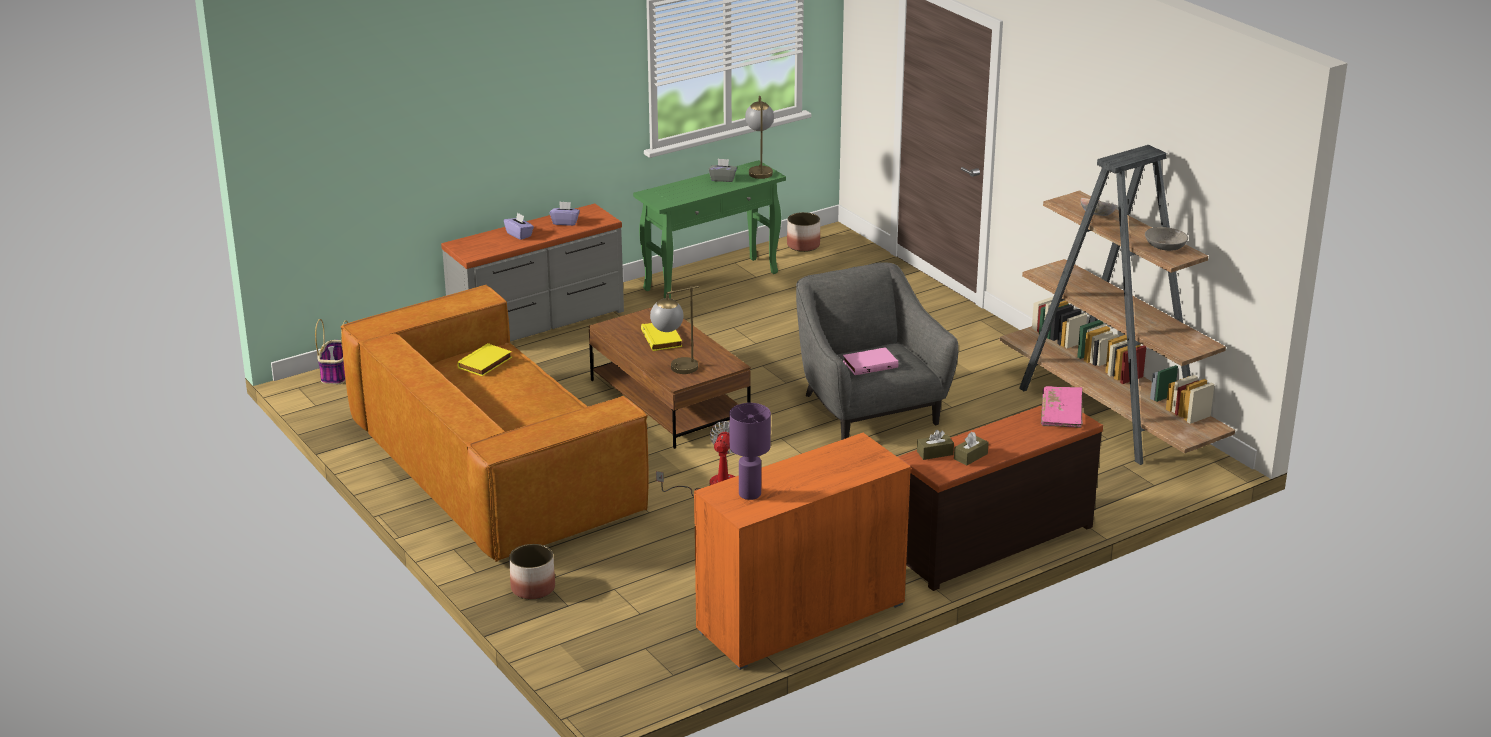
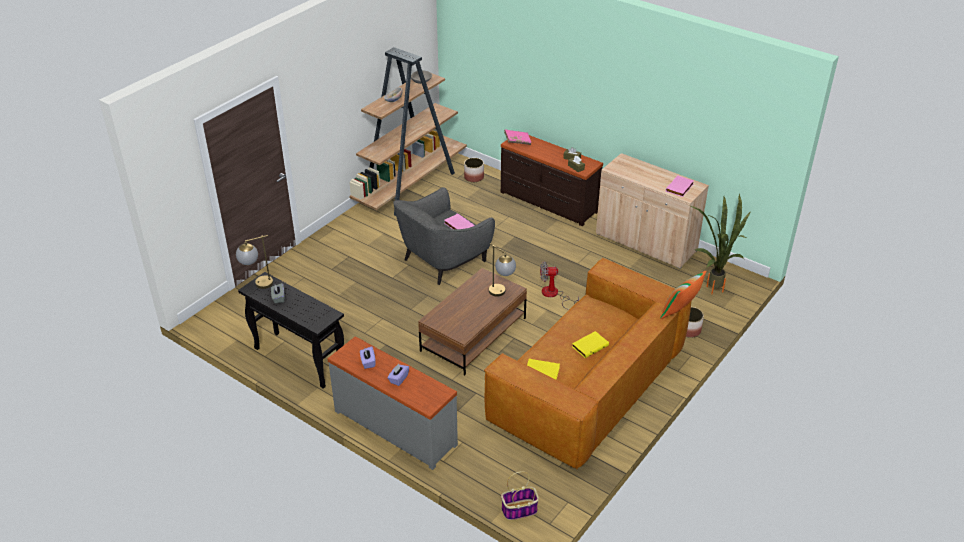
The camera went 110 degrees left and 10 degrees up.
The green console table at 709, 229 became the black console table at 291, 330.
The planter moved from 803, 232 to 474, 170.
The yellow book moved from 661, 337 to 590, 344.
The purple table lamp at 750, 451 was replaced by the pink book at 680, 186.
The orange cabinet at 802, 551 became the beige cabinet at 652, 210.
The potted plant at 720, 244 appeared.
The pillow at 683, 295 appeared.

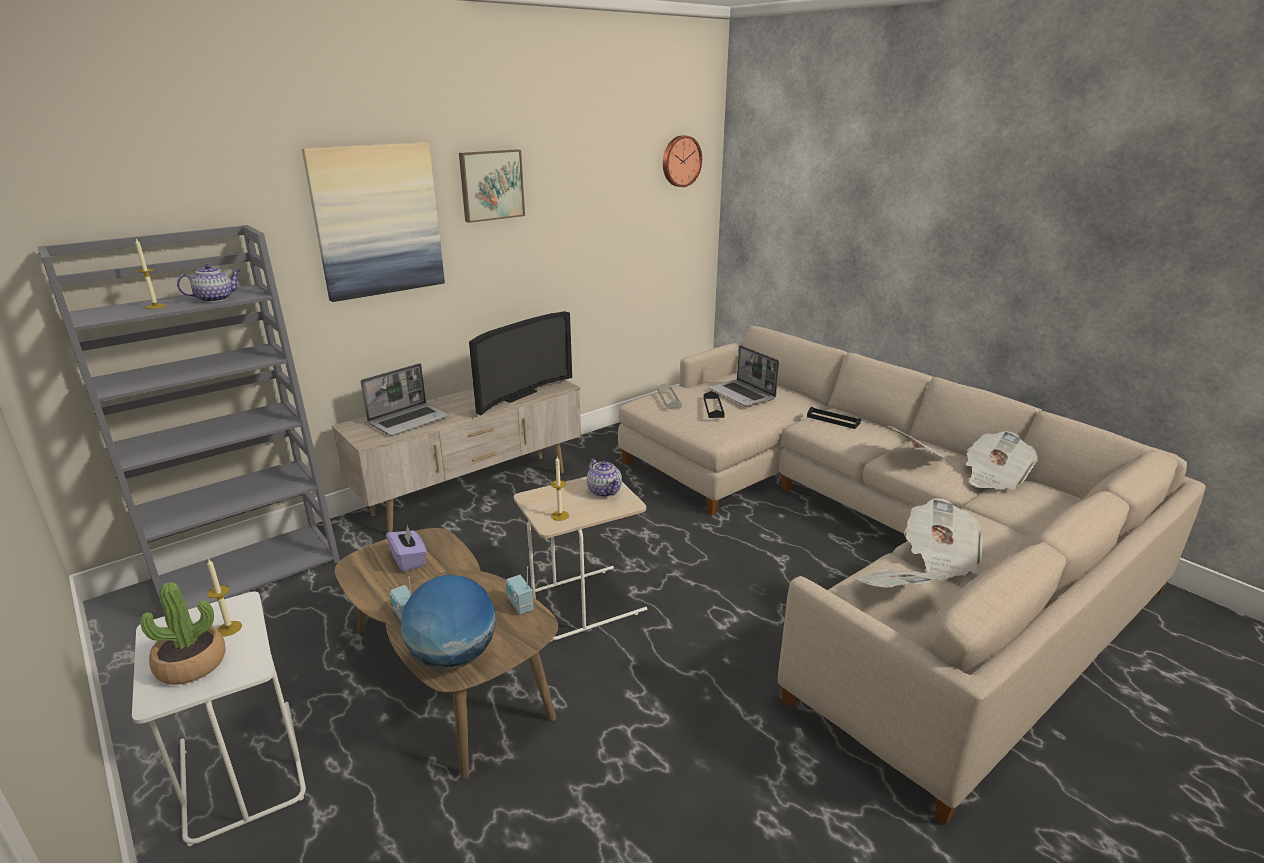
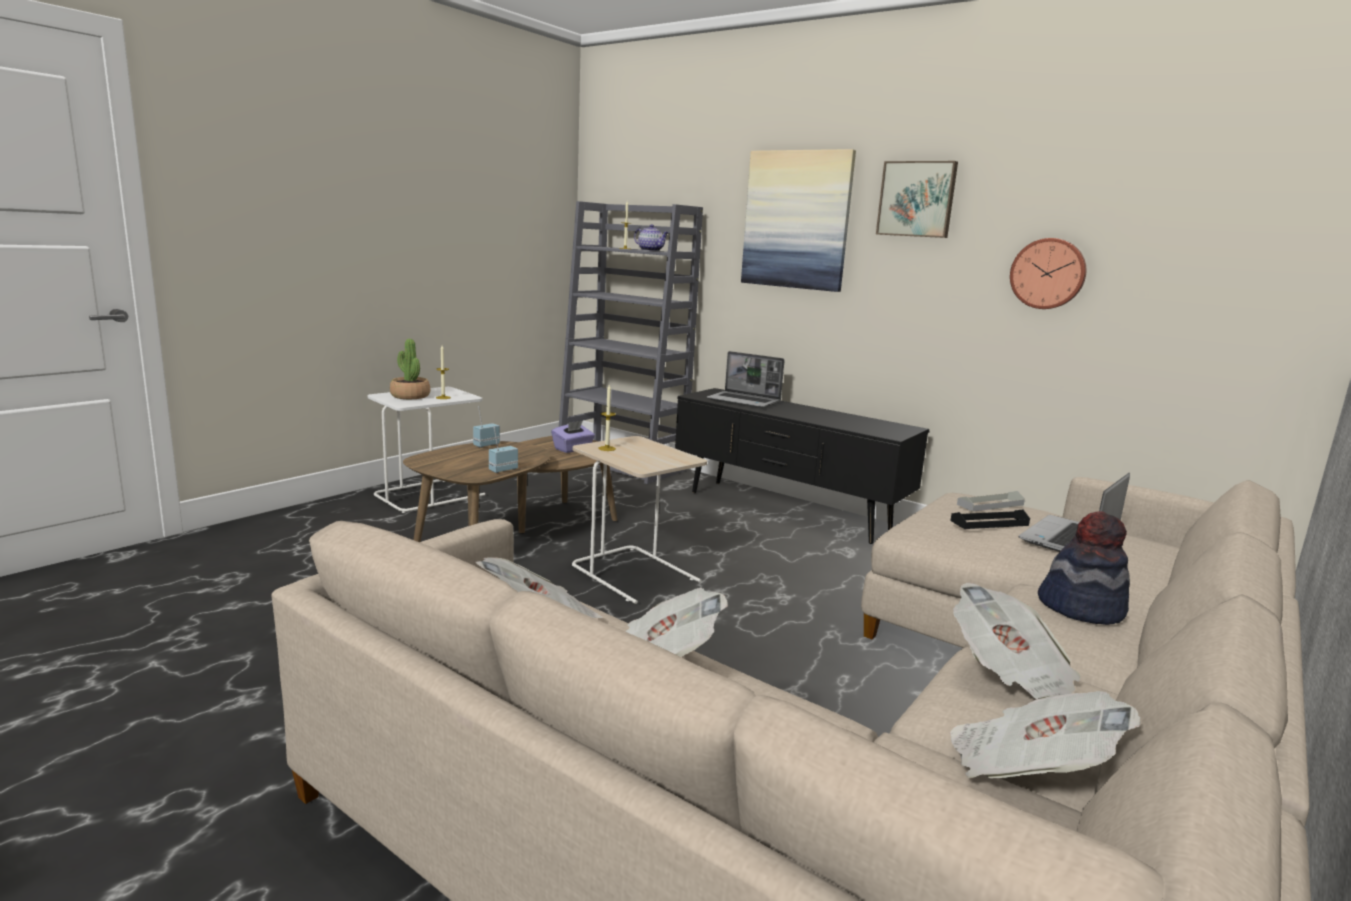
The camera went 75 degrees right and 10 degrees down.
The wall clock moved from 682, 161 to 1048, 273.
The television at 520, 363 disappeared.
The beige tv stand at 456, 456 became the black tv stand at 802, 466.
The black tray at 834, 418 was replaced by the hat at 1084, 568.
The teapot at 604, 478 disappeared.
The globe at 448, 622 disappeared.

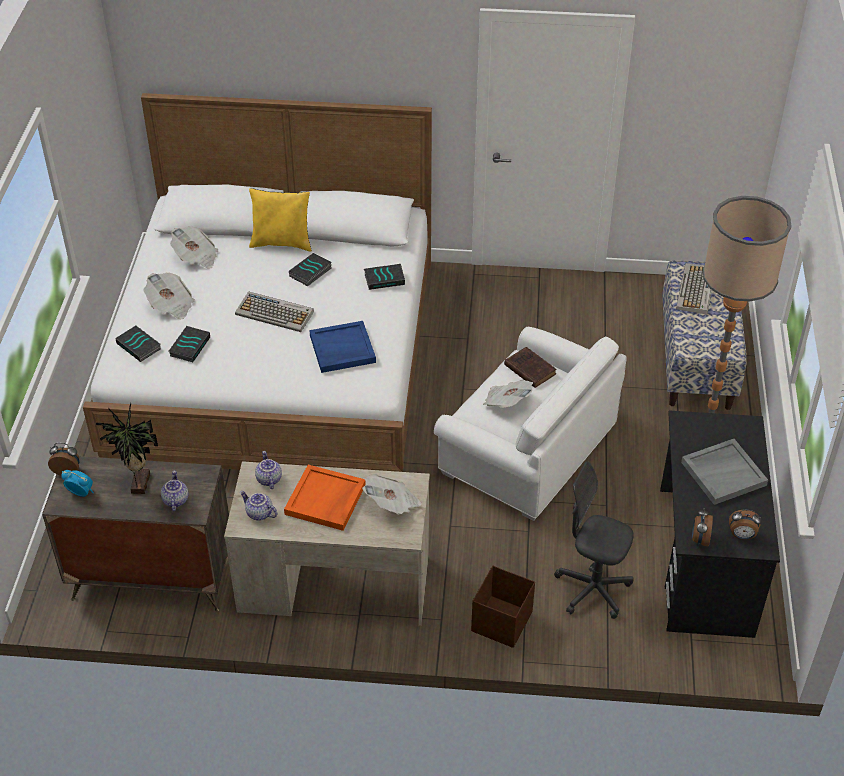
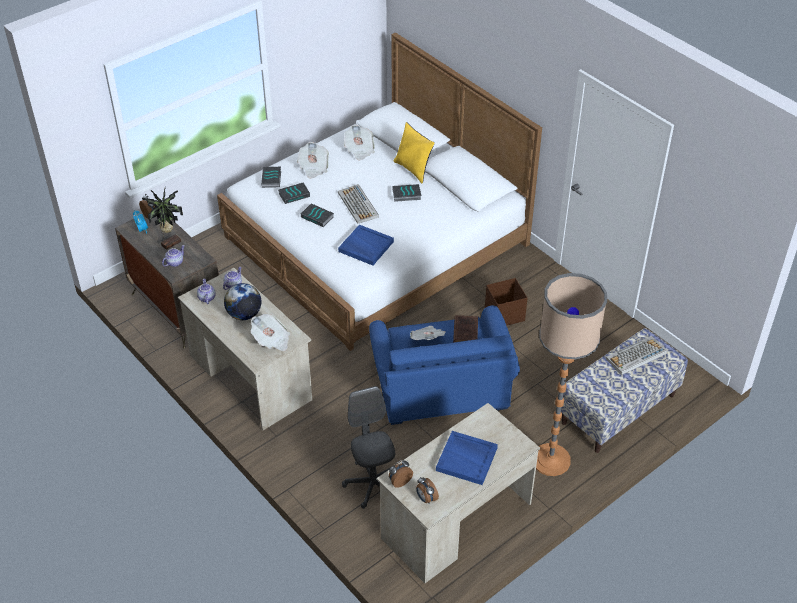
The camera went 45 degrees right and 0 degrees up.
The book moved from 384, 277 to 317, 215.
The white armchair at 530, 423 became the blue armchair at 444, 365.
The black desk at 720, 524 became the beige desk at 458, 493.
The grey tray at 724, 472 became the blue tray at 467, 458.
The orange tray at 325, 498 was replaced by the globe at 242, 301.
The brown storage box moved from 503, 607 to 506, 302.

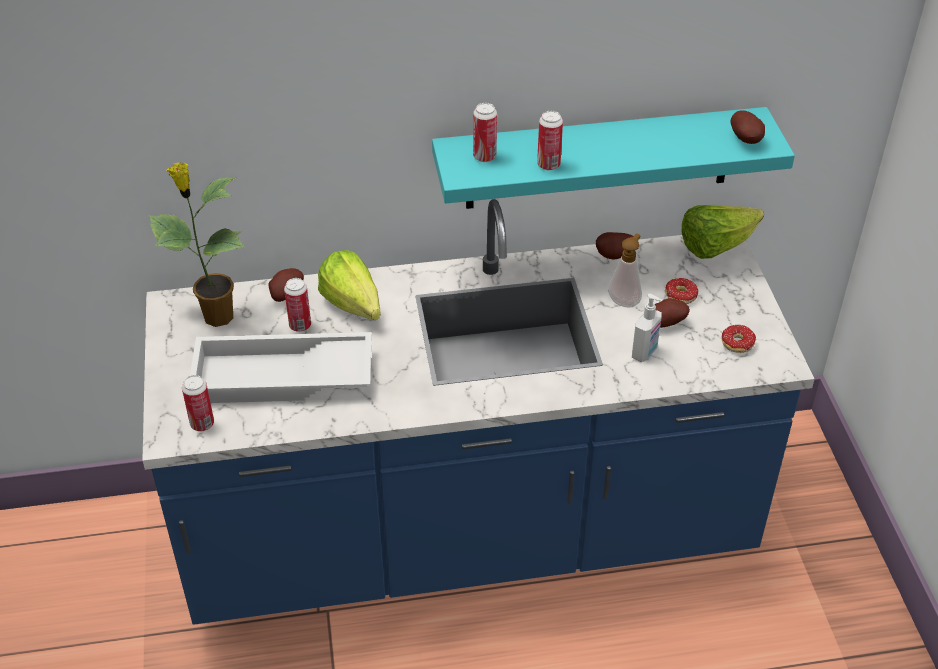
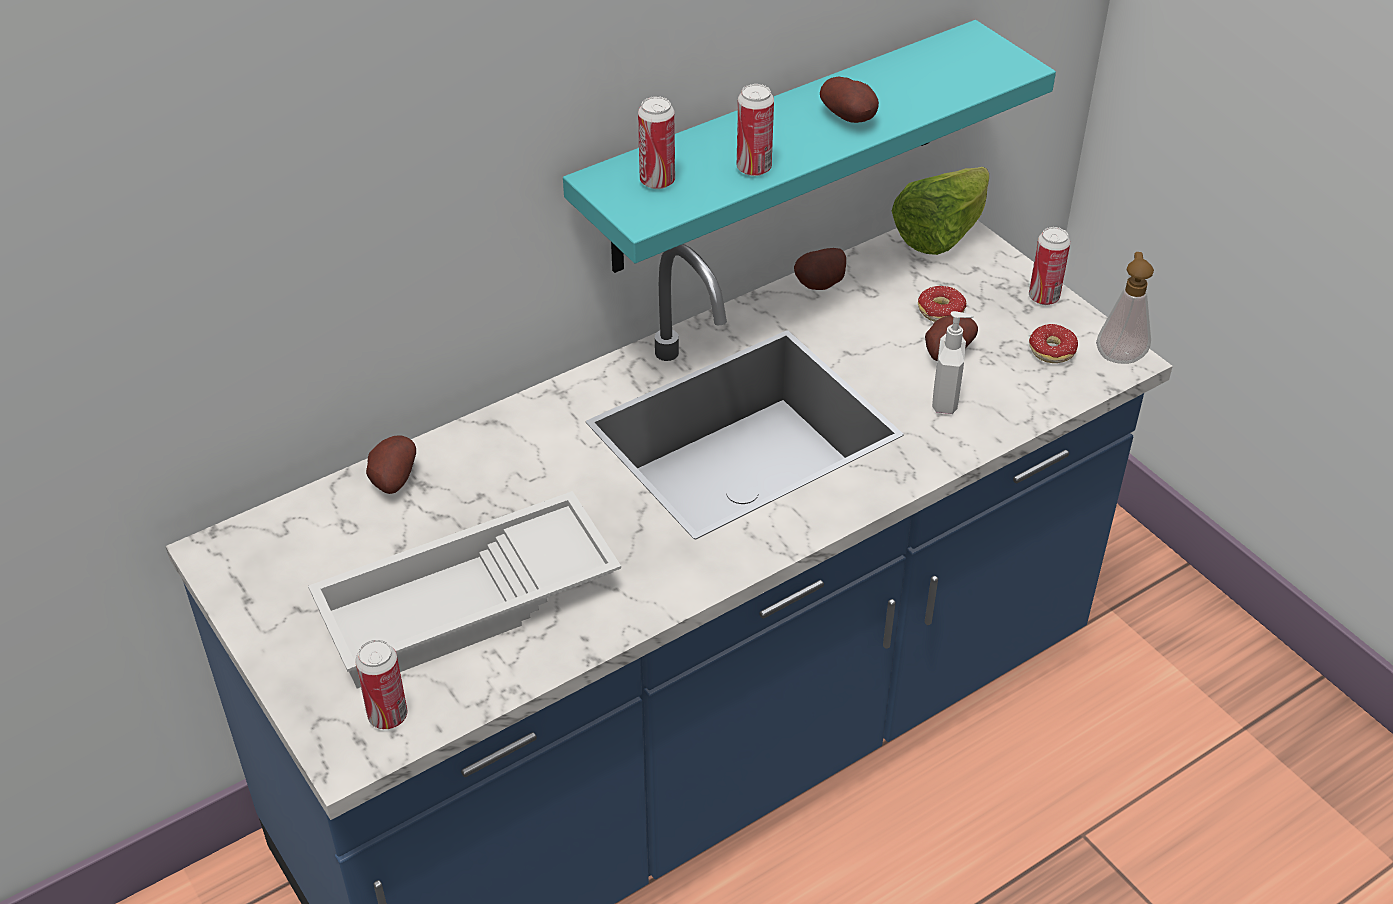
The camera went 25 degrees left and 0 degrees up.
The potato moved from 748, 127 to 849, 100.
The potted plant at 197, 244 disappeared.
The soap dispenser moved from 625, 270 to 1125, 308.
The lettuce at 349, 285 disappeared.
The can moved from 297, 305 to 1049, 266.

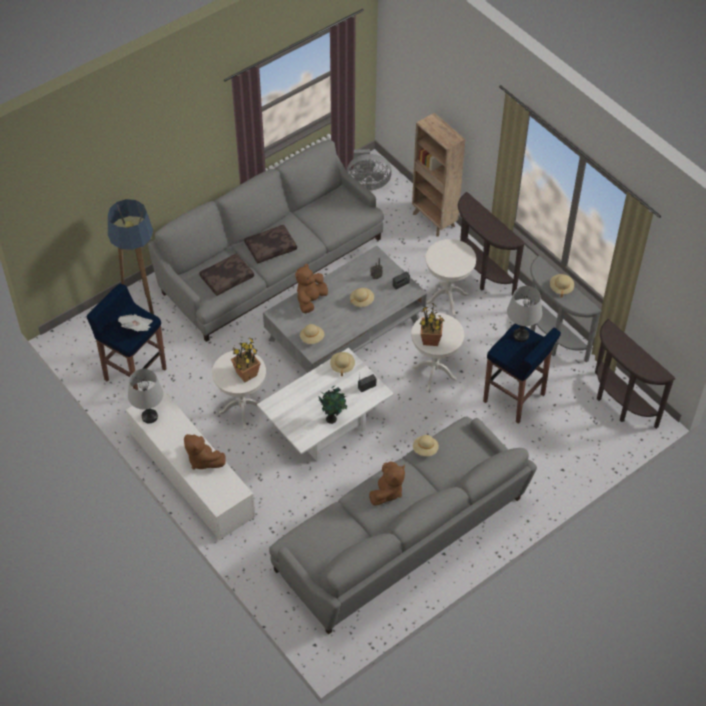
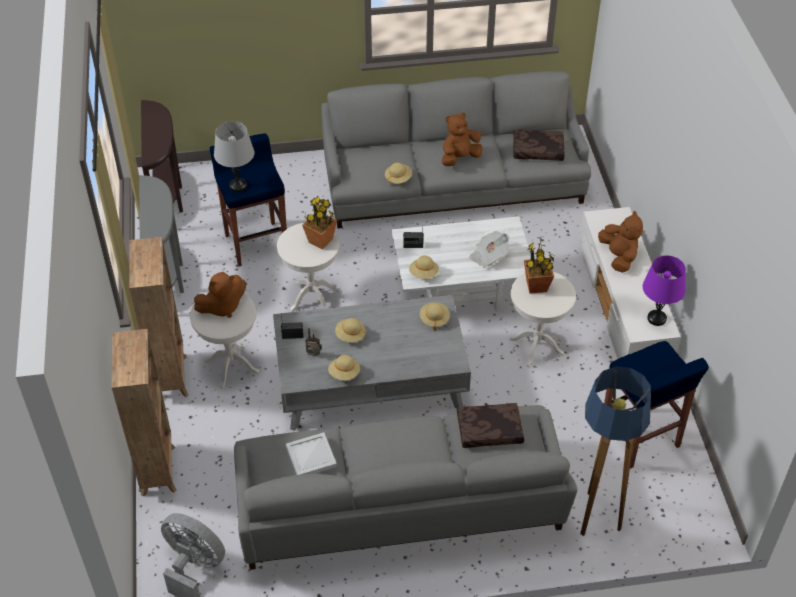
The camera went 150 degrees left and 5 degrees down.
The brown console table at 491, 243 was replaced by the brown bookcase at 158, 317.
The brown pillow moved from 270, 244 to 539, 145.
The brown plush toy moved from 311, 289 to 220, 295.
The beige hat moved from 562, 286 to 344, 368.
The newspaper moved from 135, 322 to 489, 249.
The grey table lamp at 146, 396 became the purple table lamp at 664, 290.
The potted plant at 332, 404 disappeared.
The white tray at 311, 453 appeared.

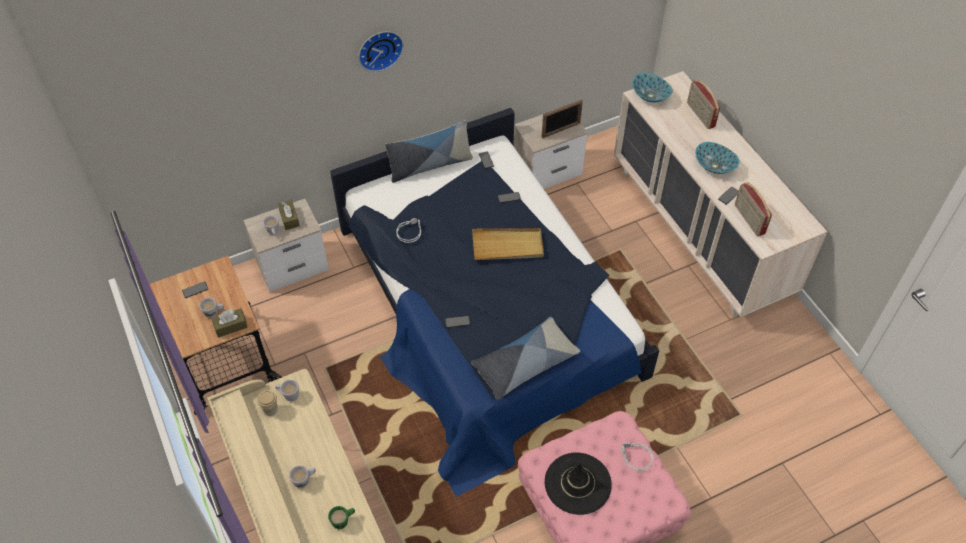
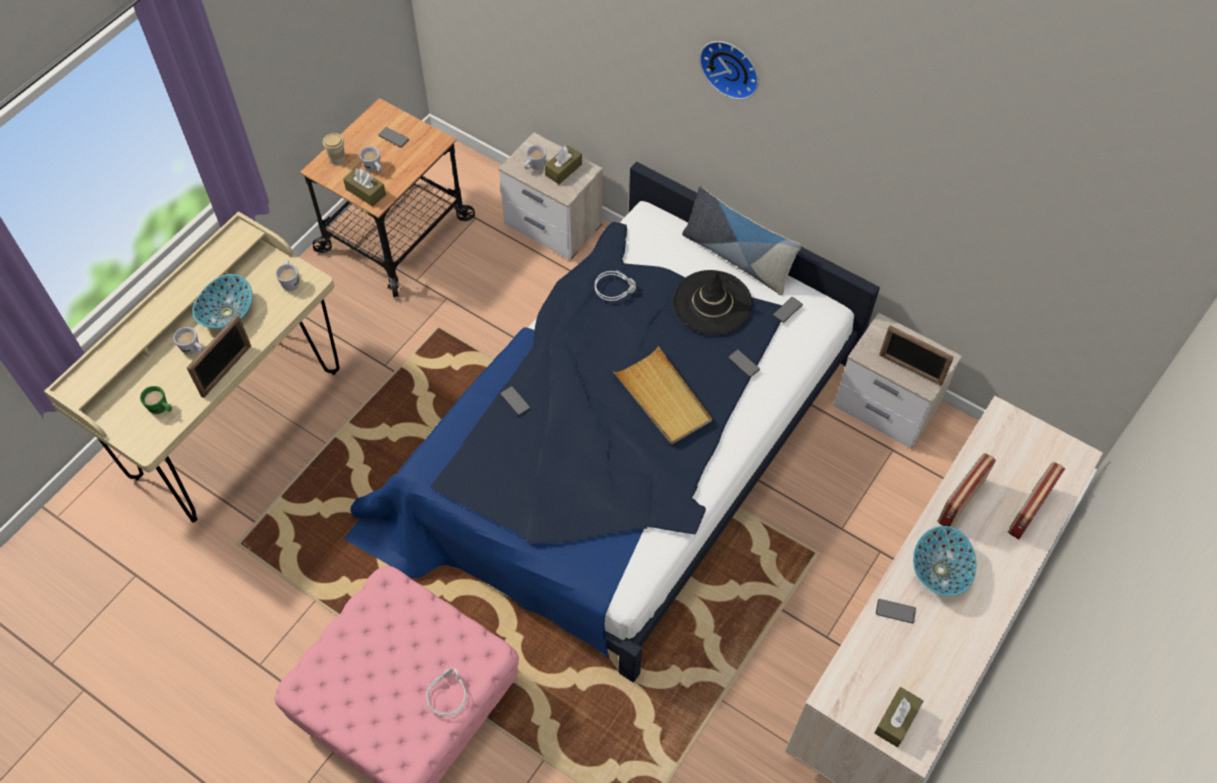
The camera went 60 degrees right and 5 degrees up.
The bowl moved from 652, 87 to 222, 301.
The radio moved from 753, 209 to 966, 490.
The pillow at 525, 358 disappeared.
The cup moved from 267, 403 to 334, 149.
The black hat moved from 578, 483 to 712, 302.
The picture frame at 219, 356 appeared.
The brown tissue box at 898, 717 appeared.

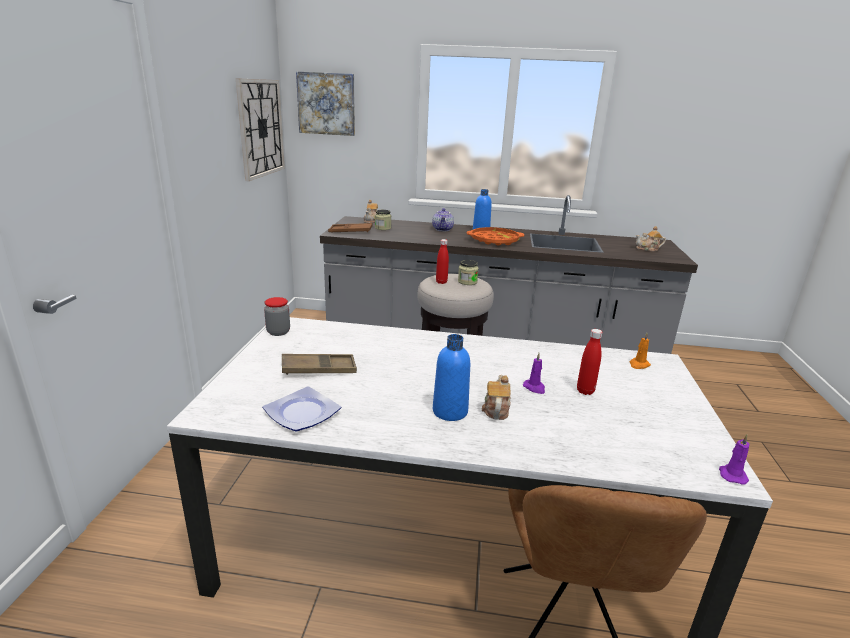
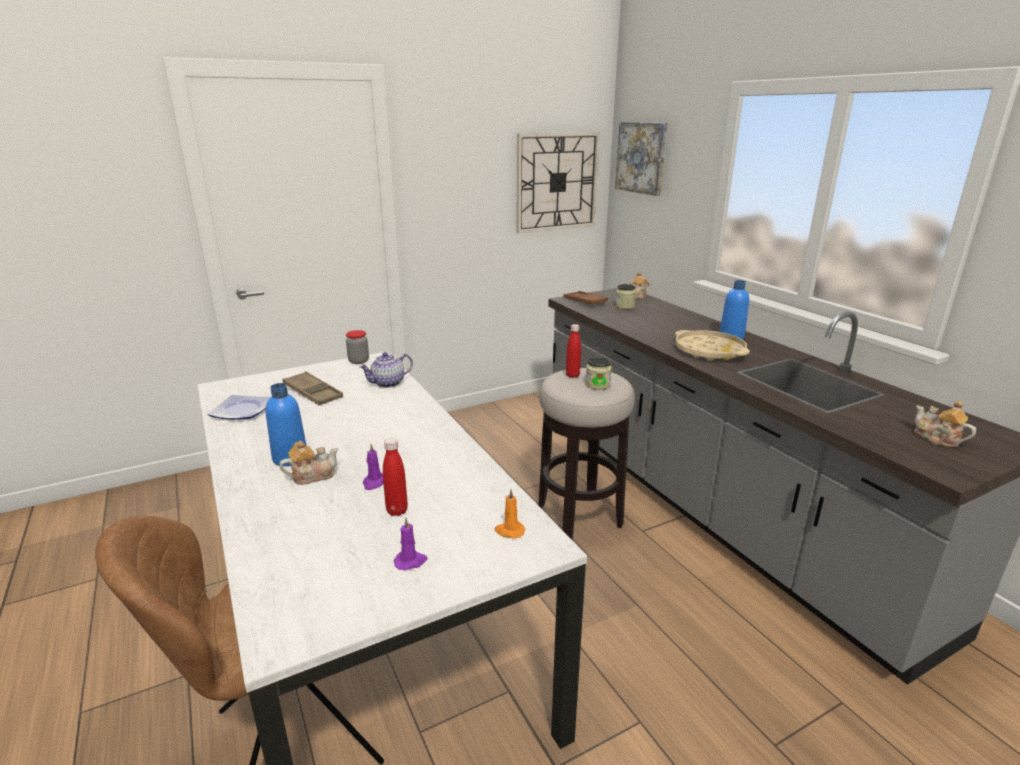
The camera went 55 degrees right and 0 degrees up.
The teapot moved from 443, 220 to 386, 370.
The orange tray at 495, 236 became the beige tray at 712, 345.
The purple candle moved from 734, 459 to 411, 544.

